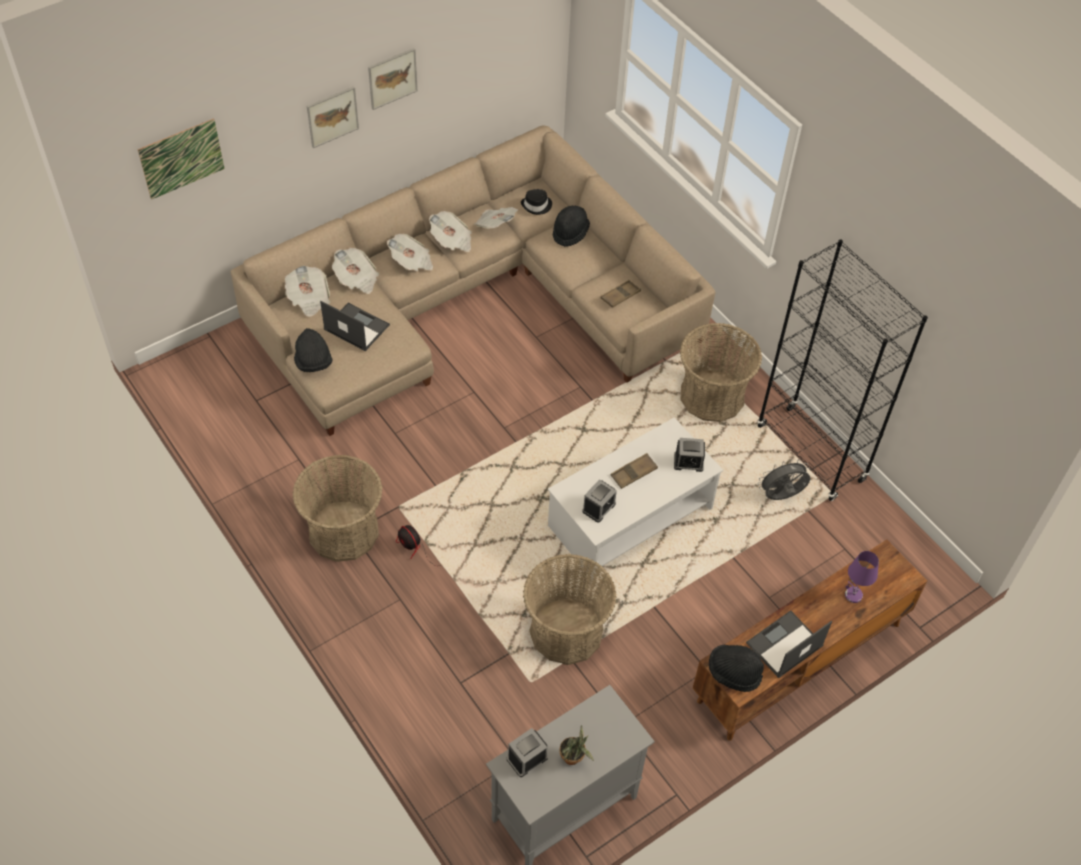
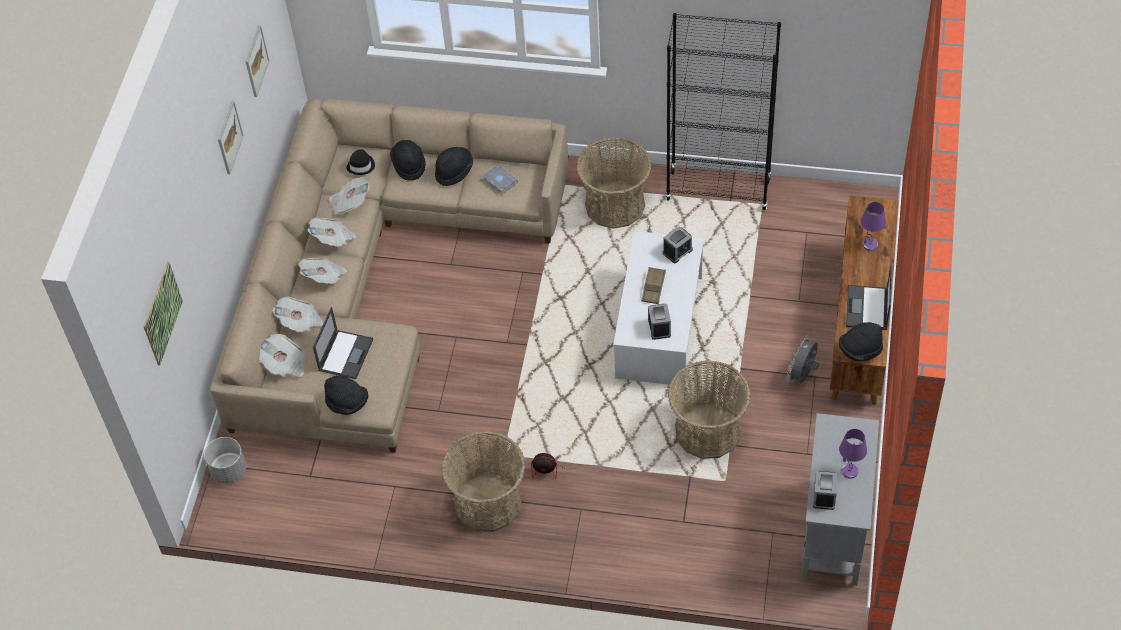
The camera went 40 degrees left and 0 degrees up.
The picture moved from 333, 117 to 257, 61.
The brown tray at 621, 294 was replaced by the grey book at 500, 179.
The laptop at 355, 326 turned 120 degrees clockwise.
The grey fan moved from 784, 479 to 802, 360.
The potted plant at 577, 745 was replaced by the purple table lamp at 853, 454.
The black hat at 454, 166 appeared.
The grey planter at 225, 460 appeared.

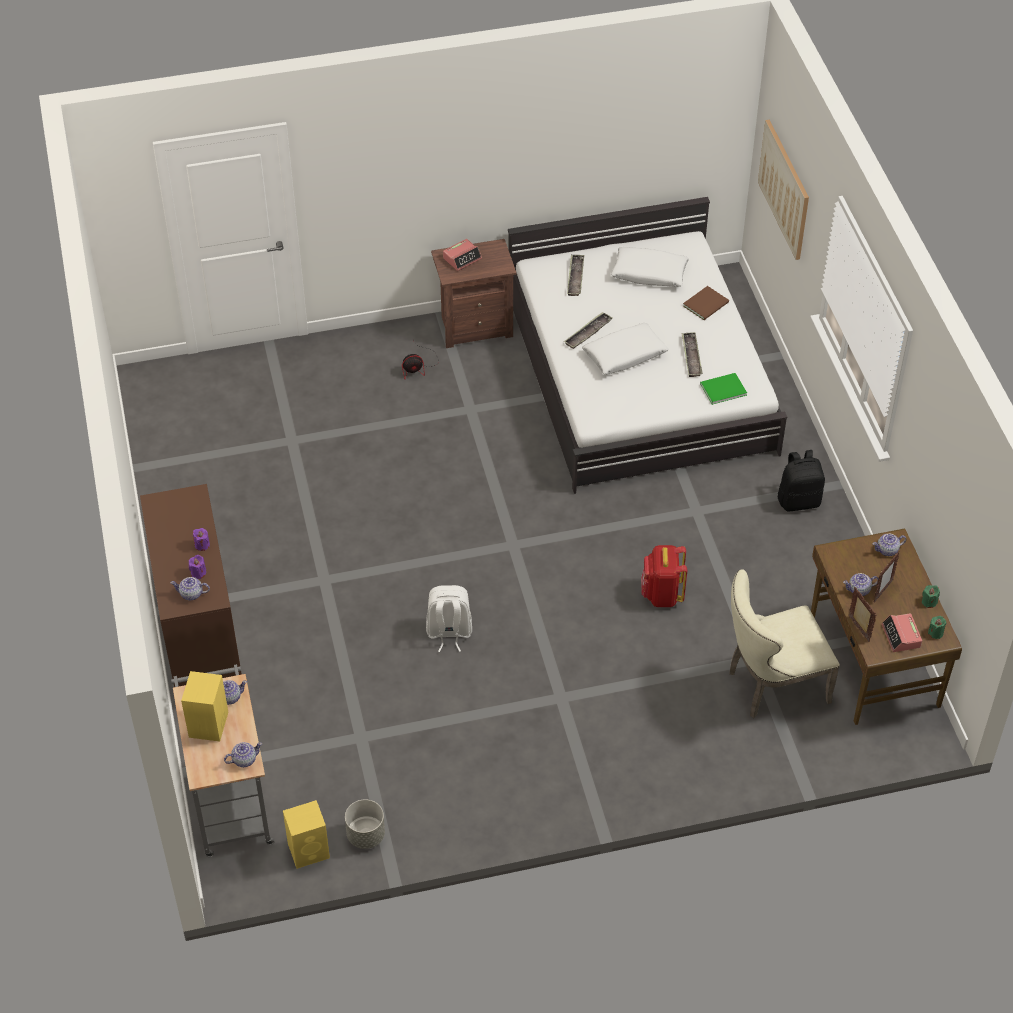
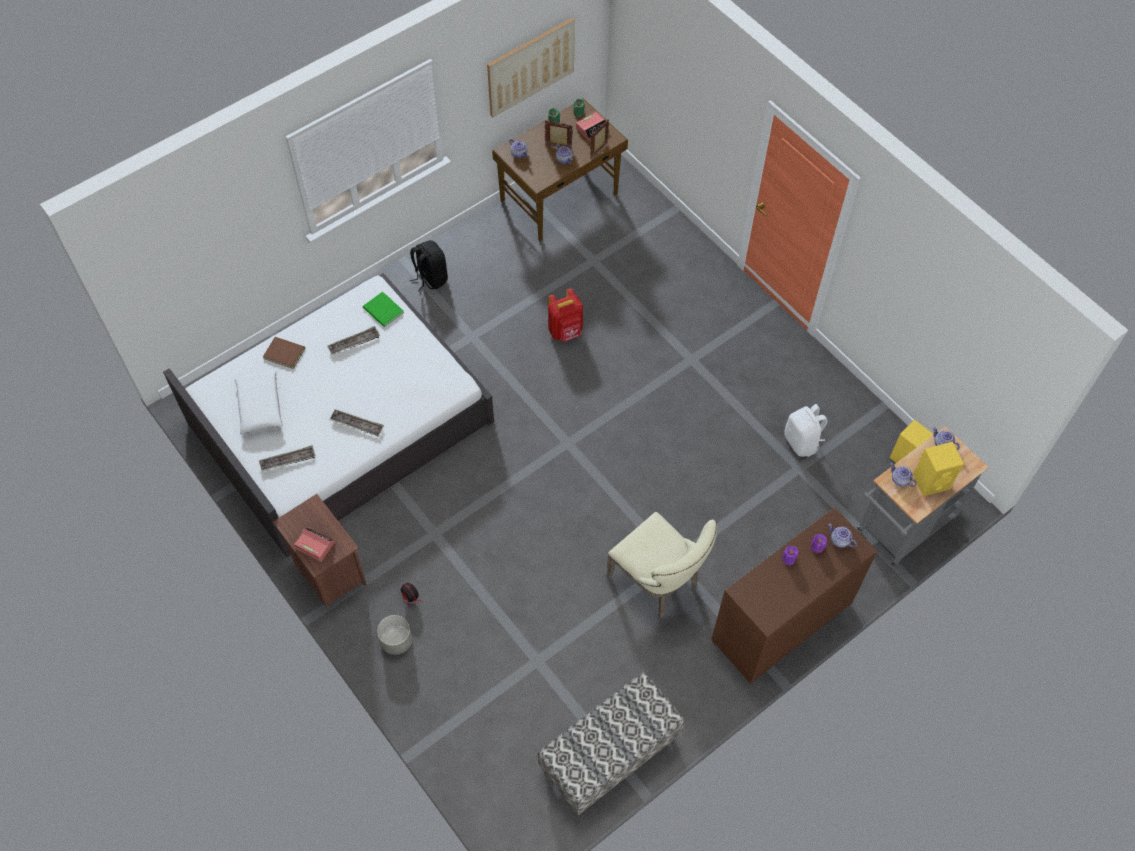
The camera went 115 degrees left and 10 degrees up.
The picture moved from 783, 190 to 531, 67.
The white pillow at 625, 349 disappeared.
The beige chair moved from 784, 643 to 661, 565.
The teapot at 190, 588 turned 150 degrees clockwise.
The white backpack moved from 449, 618 to 805, 430.
The grey planter moved from 365, 824 to 394, 635.
The bench at 611, 743 appeared.

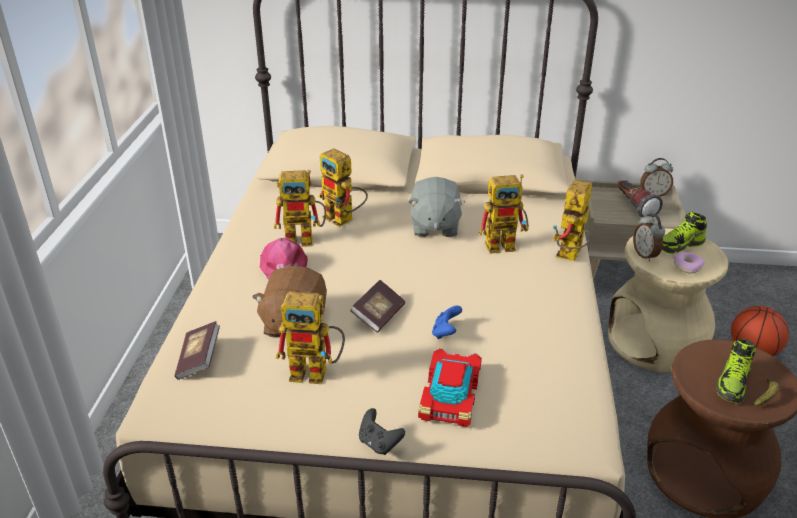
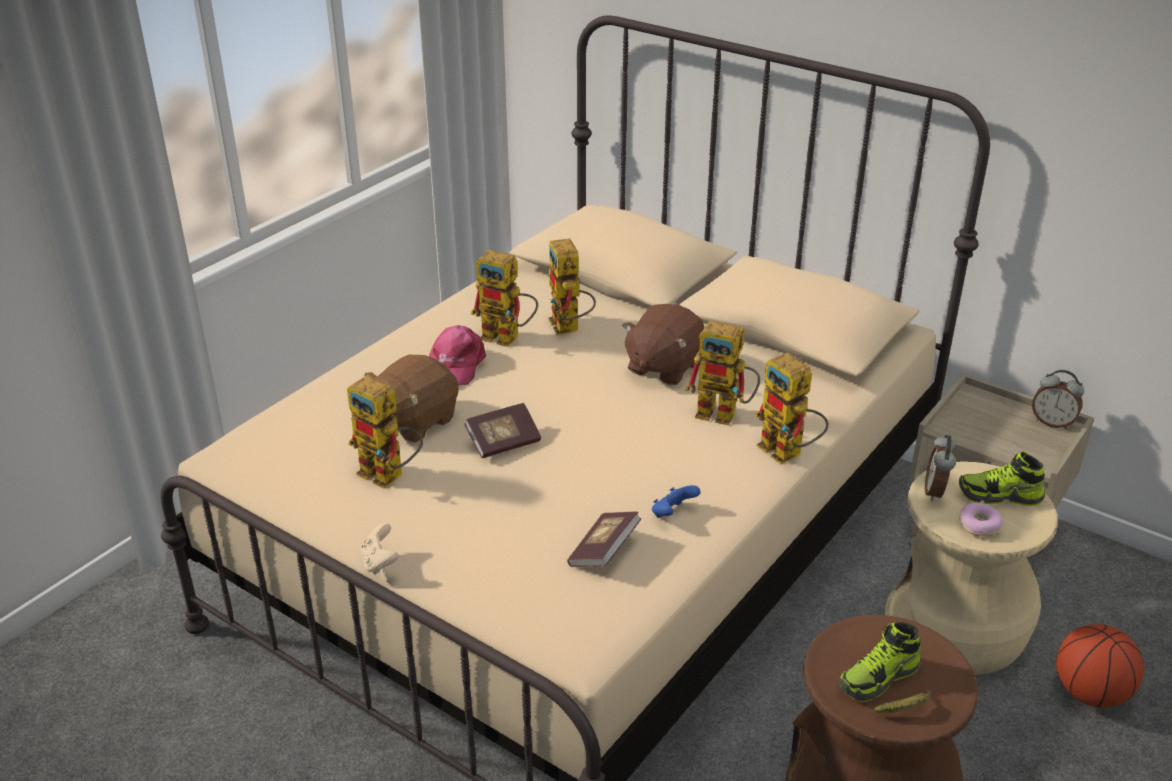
The camera went 30 degrees right and 0 degrees up.
The grey plush toy at 437, 207 became the brown plush toy at 663, 344.
The toy robot at 572, 220 turned 90 degrees counterclockwise.
The flashlight at 640, 198 disappeared.
The blue game controller moved from 447, 322 to 676, 501.
The book moved from 197, 350 to 604, 539.
The toy car at 450, 388 disappeared.
The black game controller at 382, 431 became the beige game controller at 380, 549.

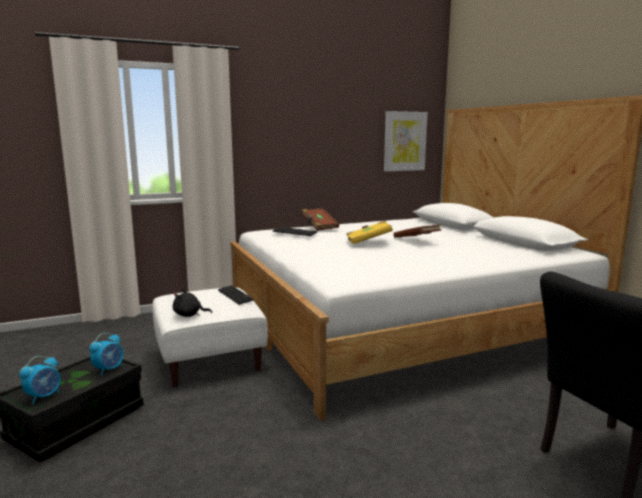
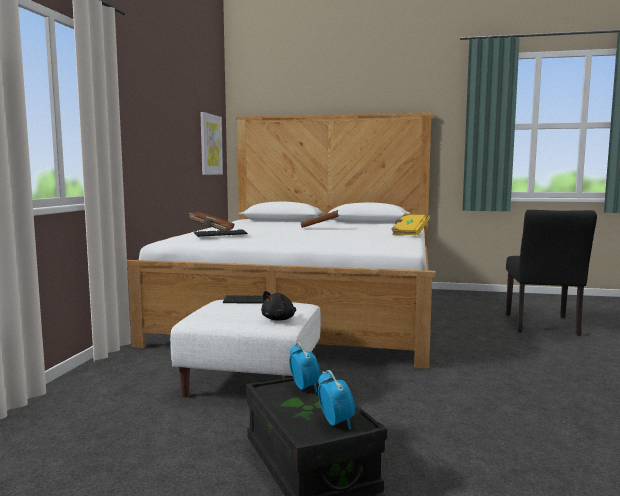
The camera went 55 degrees left and 5 degrees down.
The yellow book moved from 369, 232 to 410, 224.

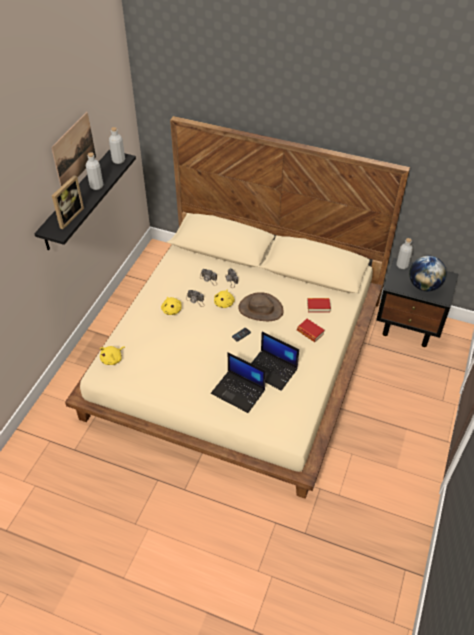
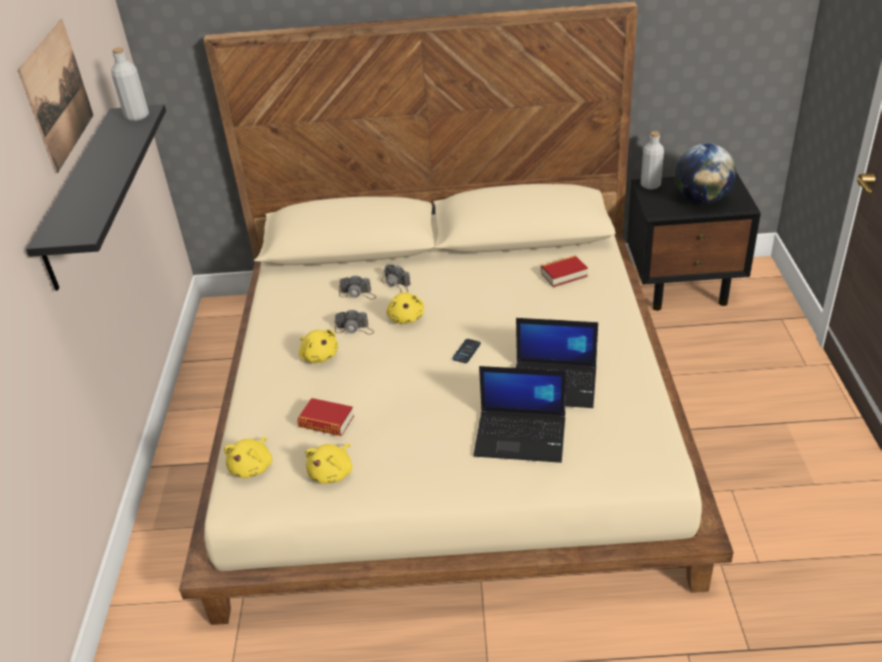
The camera went 20 degrees left and 10 degrees down.
The grey bottle at 94, 171 disappeared.
The picture frame at 68, 202 disappeared.
The brown hat at 260, 306 disappeared.
The book moved from 311, 330 to 325, 417.
The yellow plush toy at 329, 463 appeared.

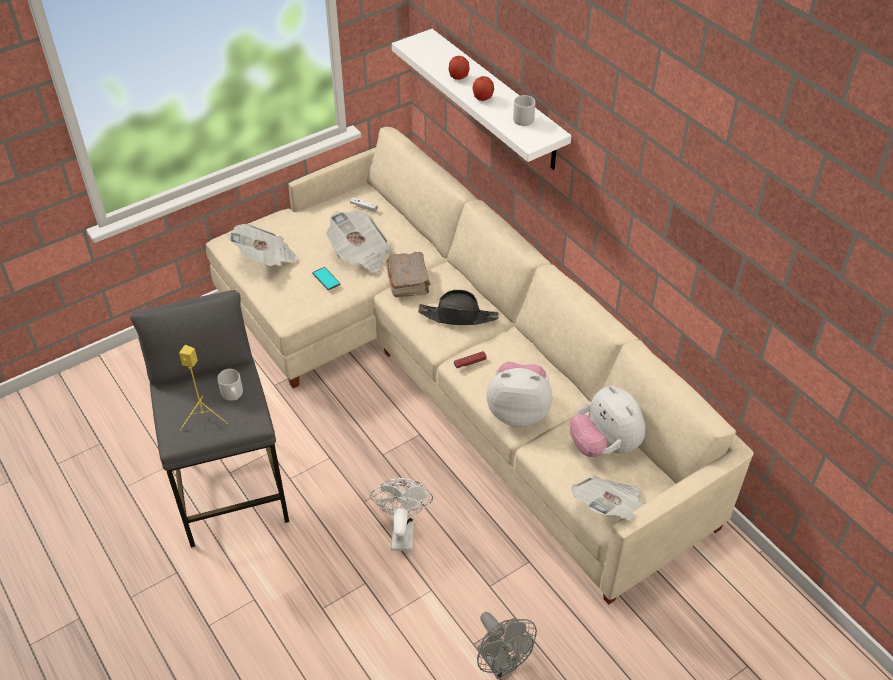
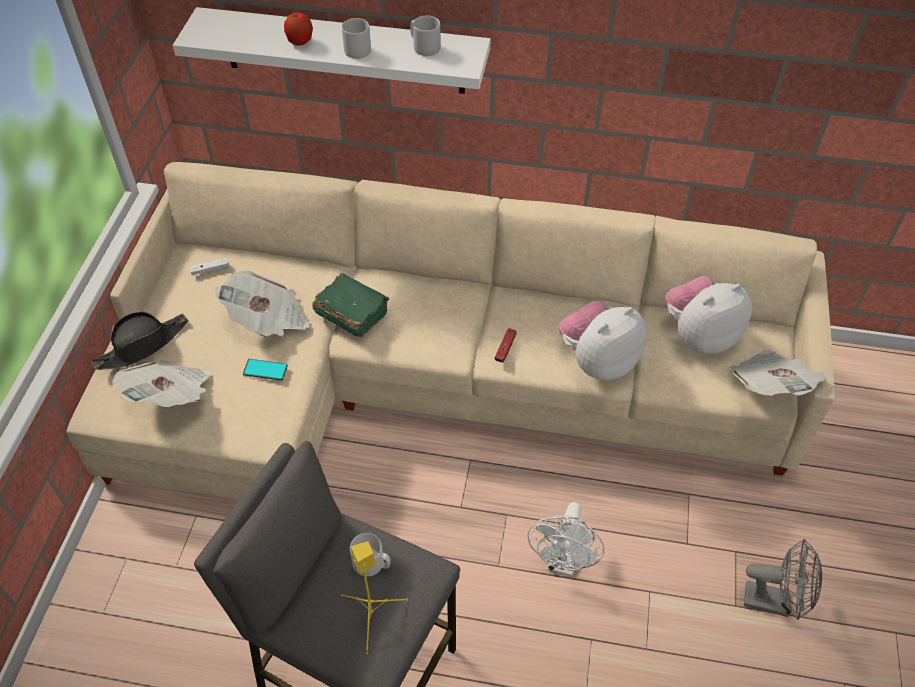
The camera went 45 degrees left and 5 degrees up.
The apple at 483, 88 was replaced by the grey mug at 356, 38.
The brown book at 408, 274 became the green book at 350, 305.
The black hat moved from 458, 307 to 139, 341.
The plush toy at 607, 421 turned 135 degrees clockwise.
The white fan at 401, 514 turned 120 degrees counterclockwise.

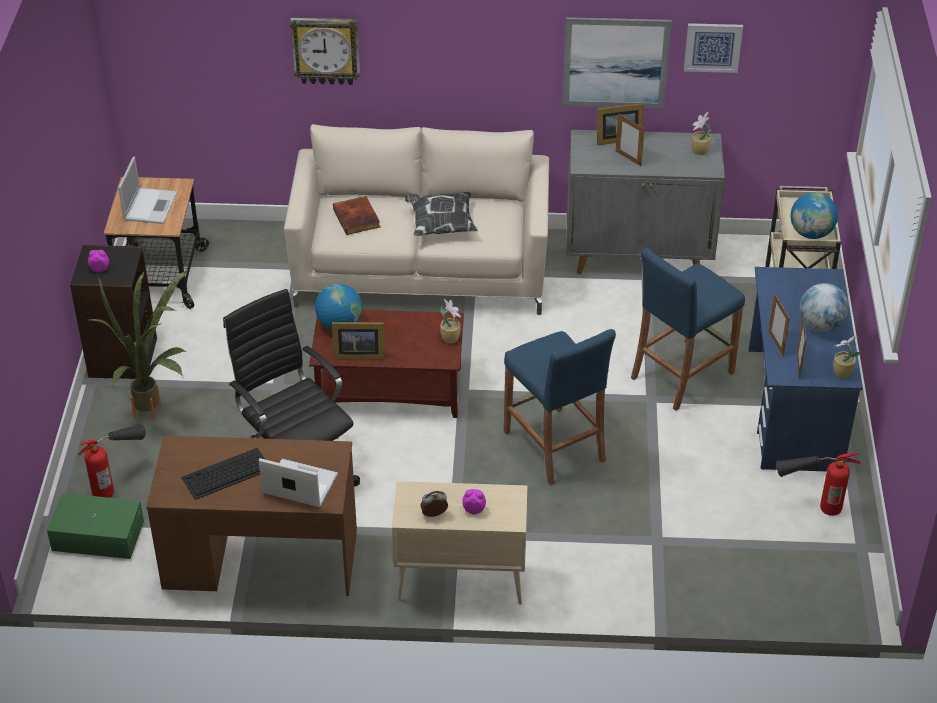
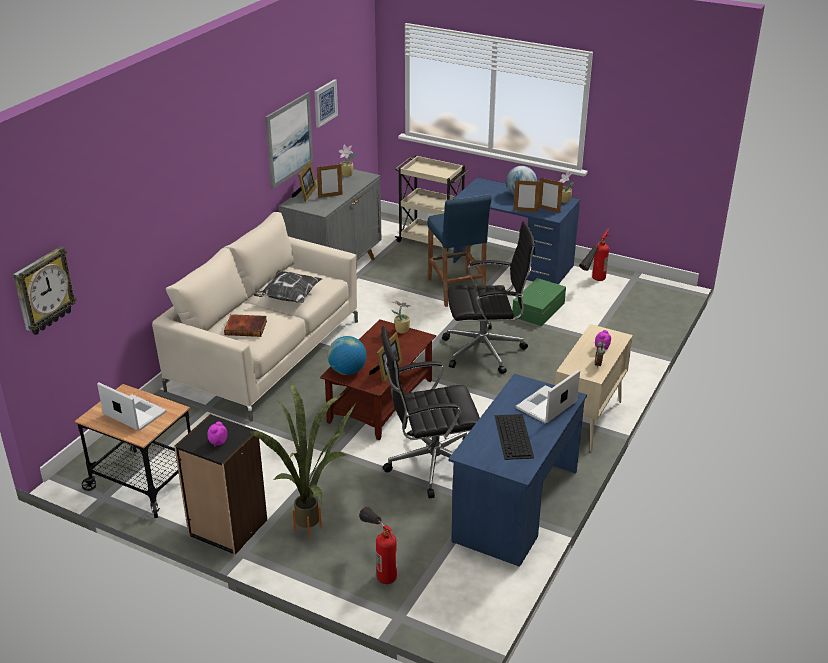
The camera went 65 degrees left and 10 degrees down.
The wall clock moved from 325, 51 to 45, 291.
The globe at 814, 215 disappeared.
The blue stool at 560, 407 was replaced by the black office chair at 488, 297.
The brown desk at 251, 515 became the blue desk at 518, 470.
The green storage box moved from 95, 526 to 539, 302.

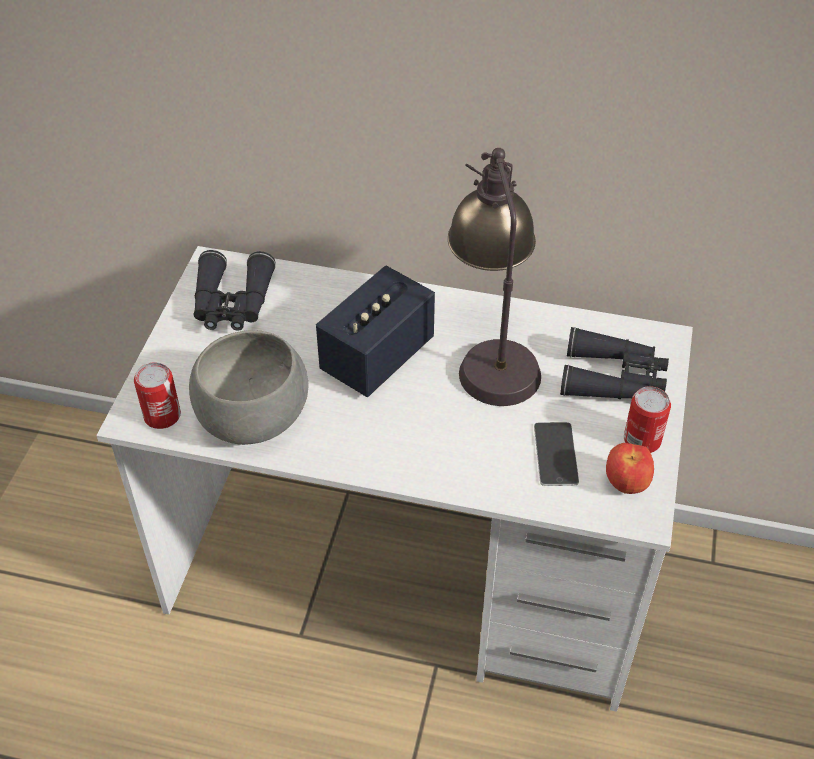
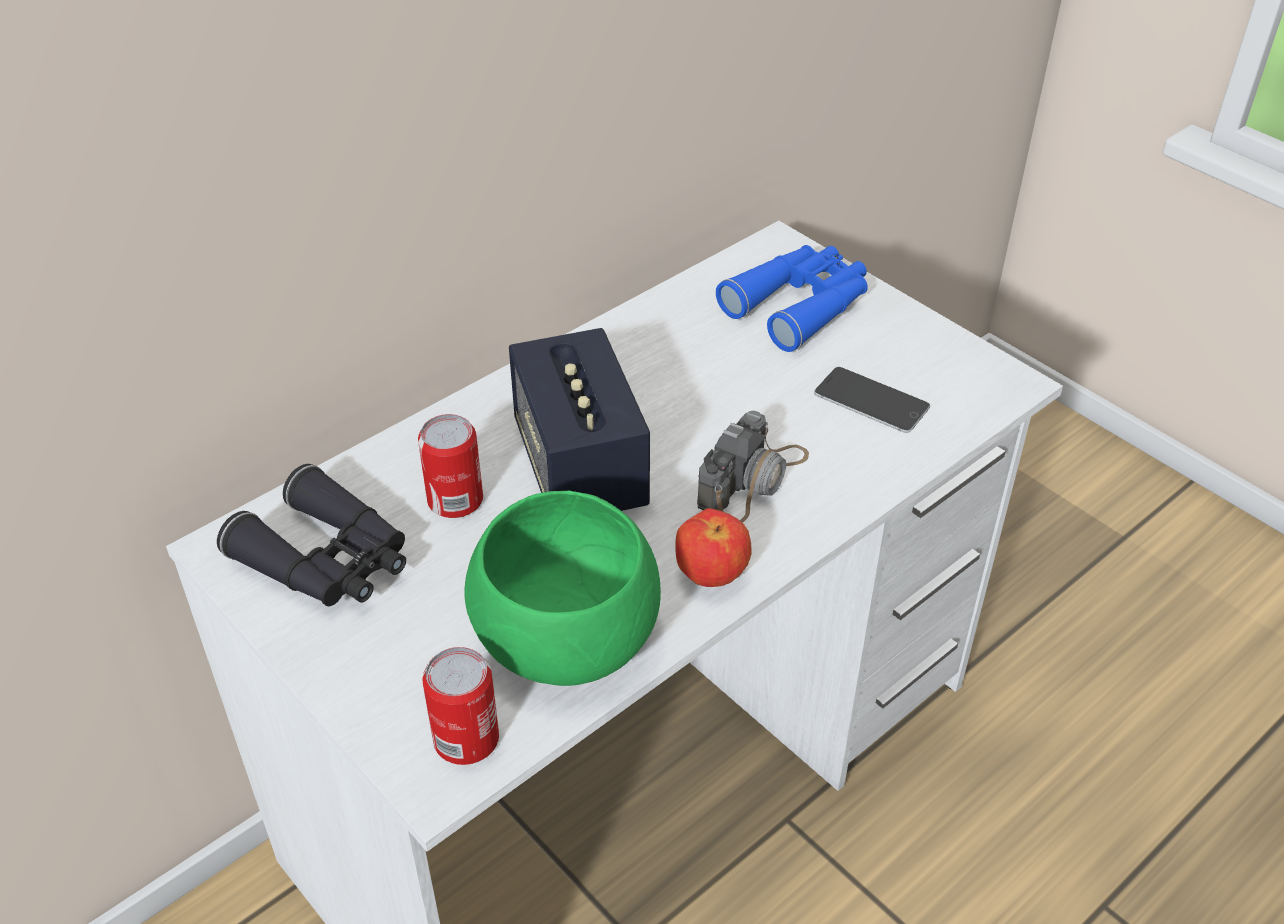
The camera went 55 degrees left and 5 degrees down.
The table lamp at 494, 277 disappeared.
The black binoculars at 614, 363 became the blue binoculars at 792, 298.
The grey bowl at 249, 387 became the green bowl at 562, 588.
The can moved from 647, 419 to 450, 466.
The apple moved from 630, 468 to 714, 547.
The photo camera at 753, 467 appeared.

